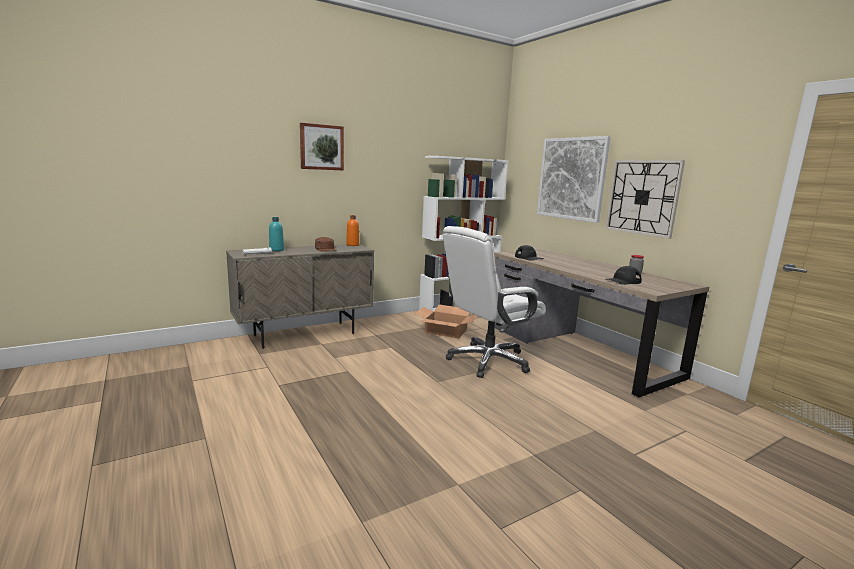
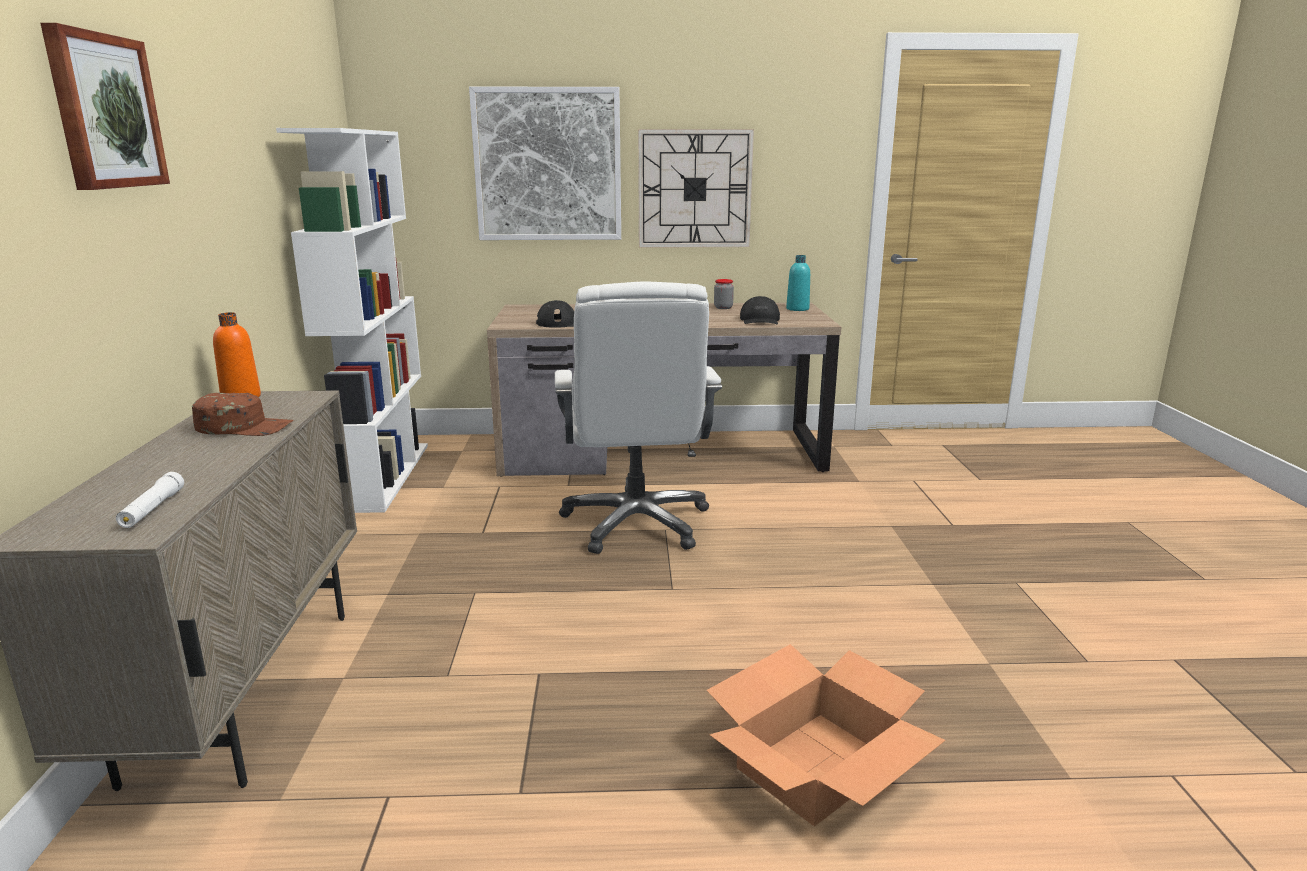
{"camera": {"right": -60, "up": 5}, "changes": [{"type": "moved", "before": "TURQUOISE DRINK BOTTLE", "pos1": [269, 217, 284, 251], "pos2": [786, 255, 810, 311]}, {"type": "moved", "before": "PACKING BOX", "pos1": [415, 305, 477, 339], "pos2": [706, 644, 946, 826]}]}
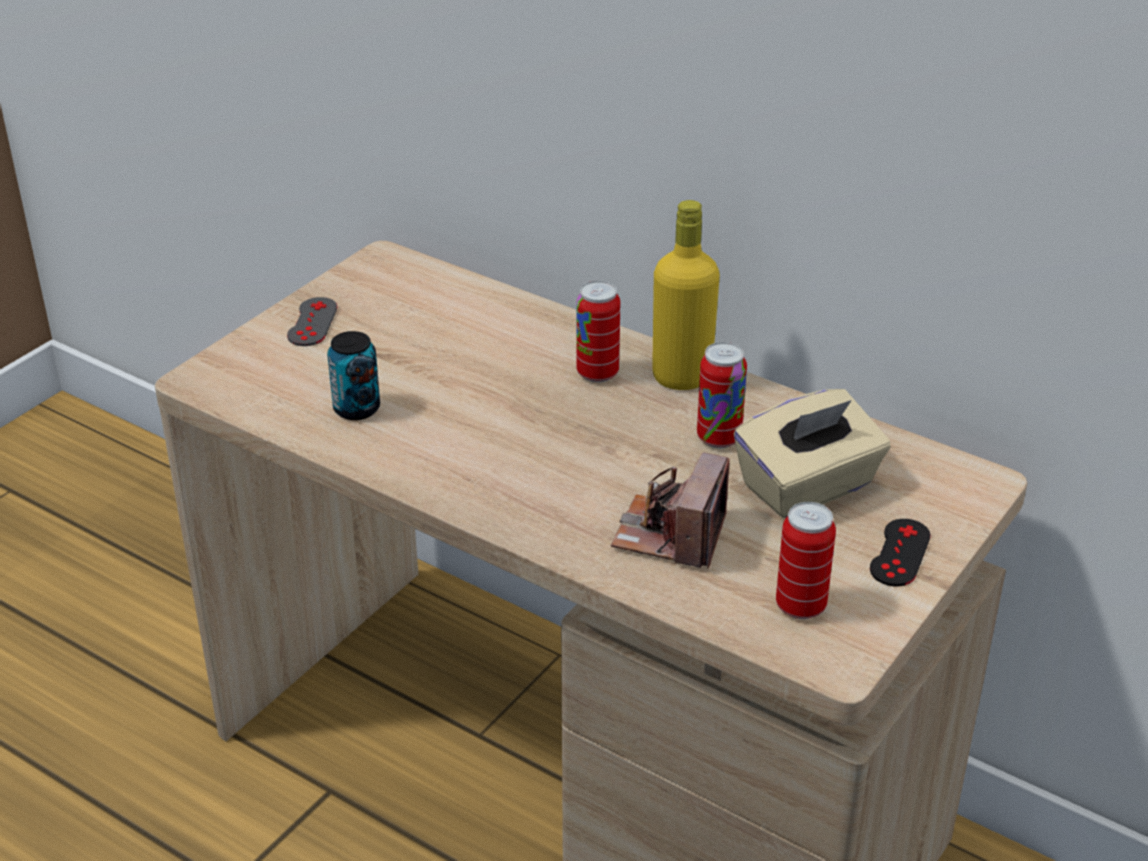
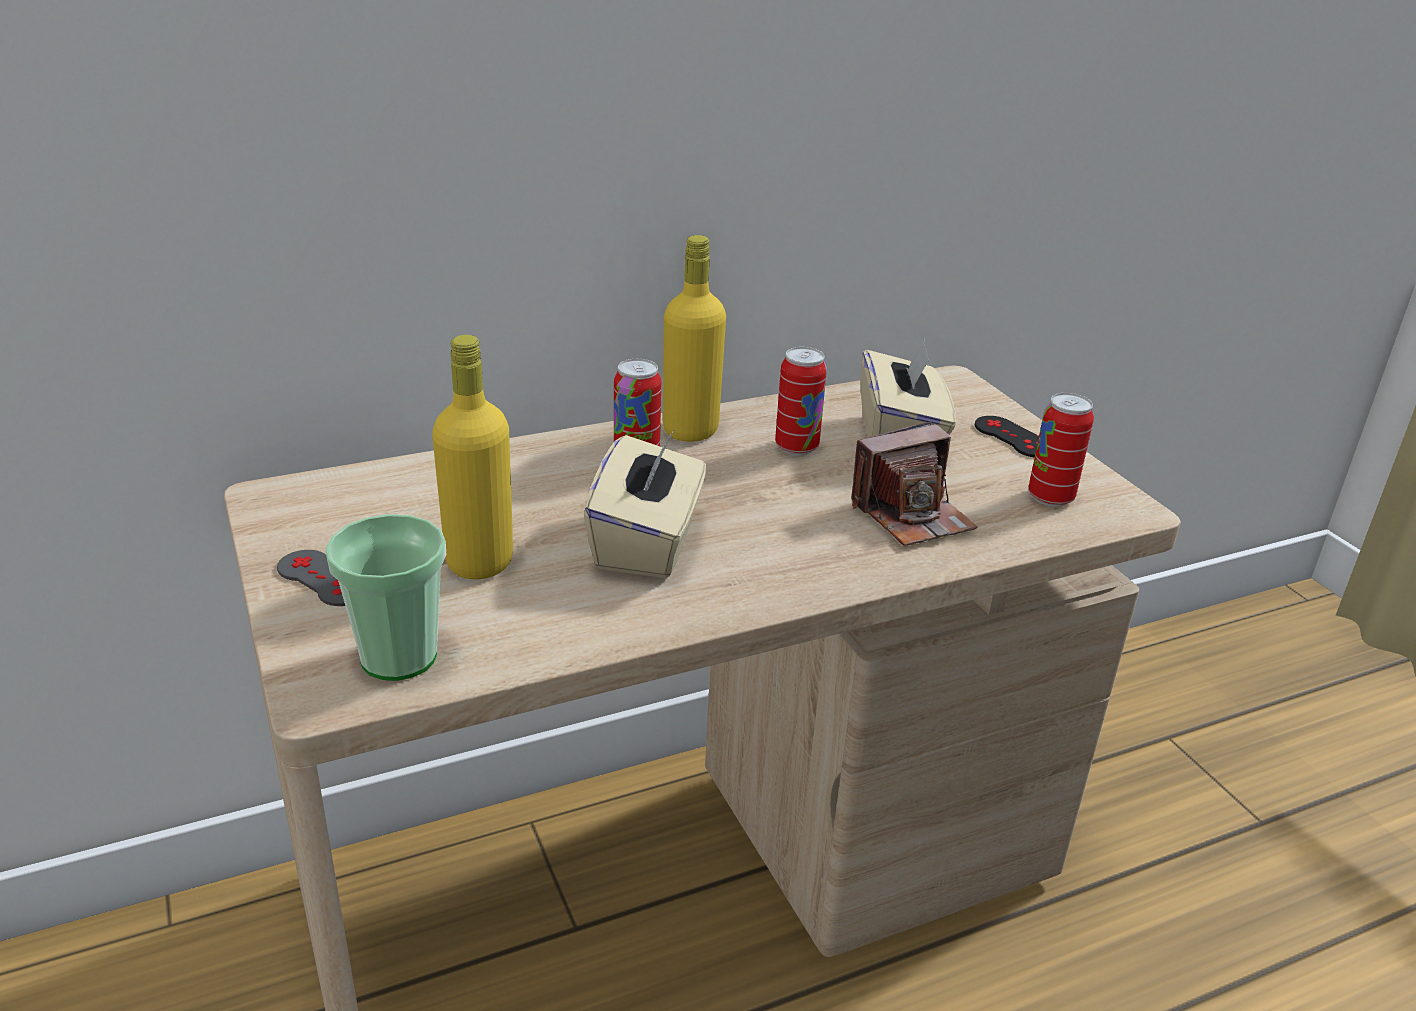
{"camera": {"right": -60, "up": -5}, "changes": [{"type": "removed", "before": "SEALED CAN", "pos1": [327, 331, 380, 420]}, {"type": "turned", "before": "STILL CAMERA", "pos1": [611, 452, 730, 569], "pos2": [851, 422, 978, 546], "turn": -75}, {"type": "added", "after": "YELLOWISH DRINK BOTTLE", "pos2": [432, 335, 513, 579]}, {"type": "added", "after": "BEIGE TISSUE HOLDER", "pos2": [584, 429, 706, 578]}, {"type": "added", "after": "SMALL CUP", "pos2": [325, 514, 446, 681]}]}
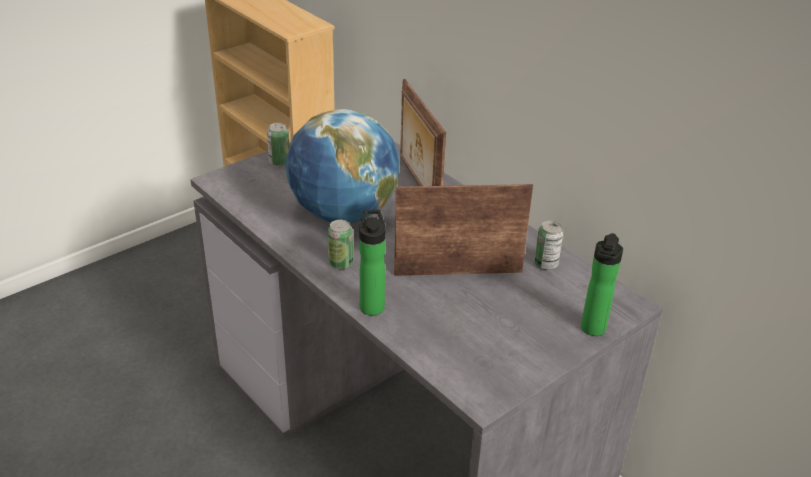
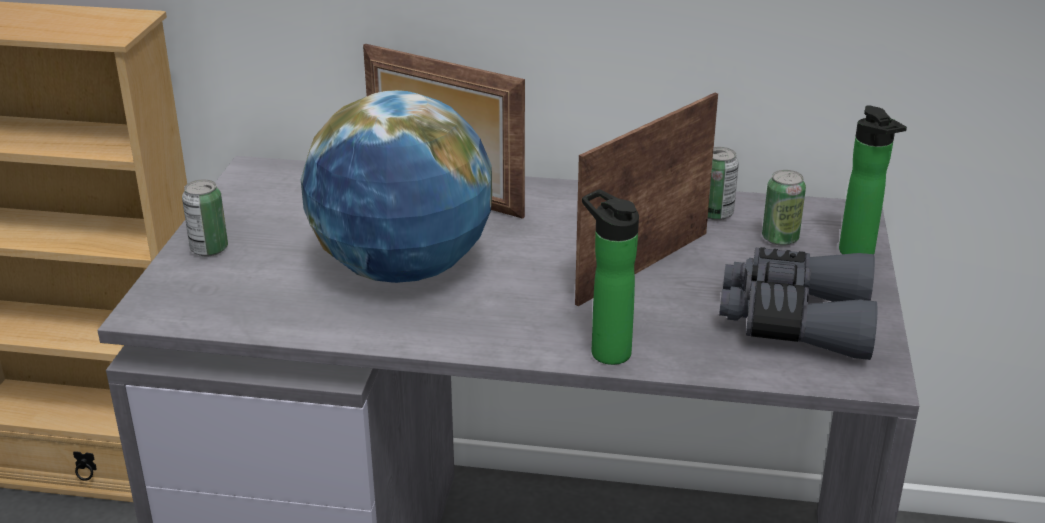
{"camera": {"right": -40, "up": -5}, "changes": [{"type": "moved", "before": "SEALED CAN", "pos1": [327, 220, 353, 269], "pos2": [762, 170, 806, 246]}, {"type": "added", "after": "GREY BINOCULARS", "pos2": [719, 247, 878, 360]}]}
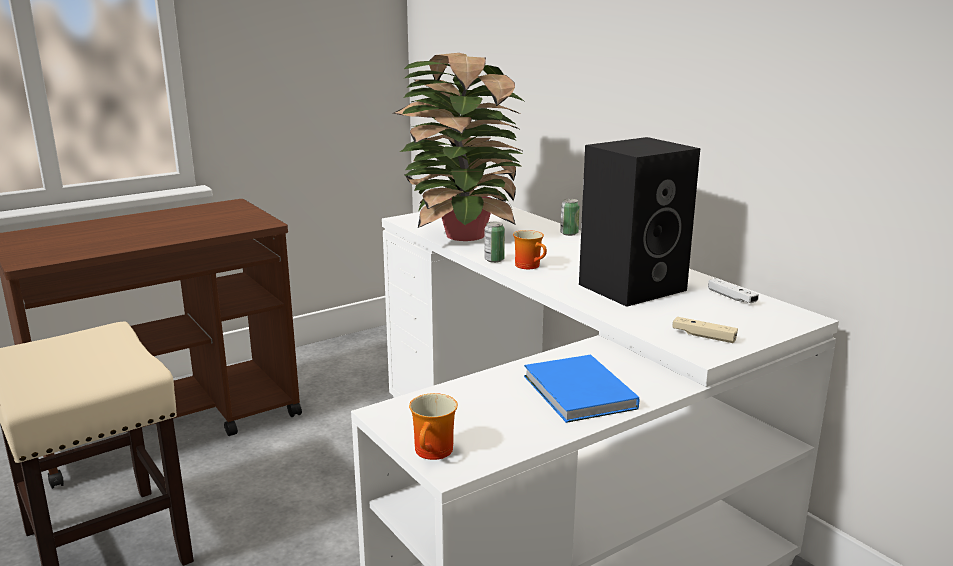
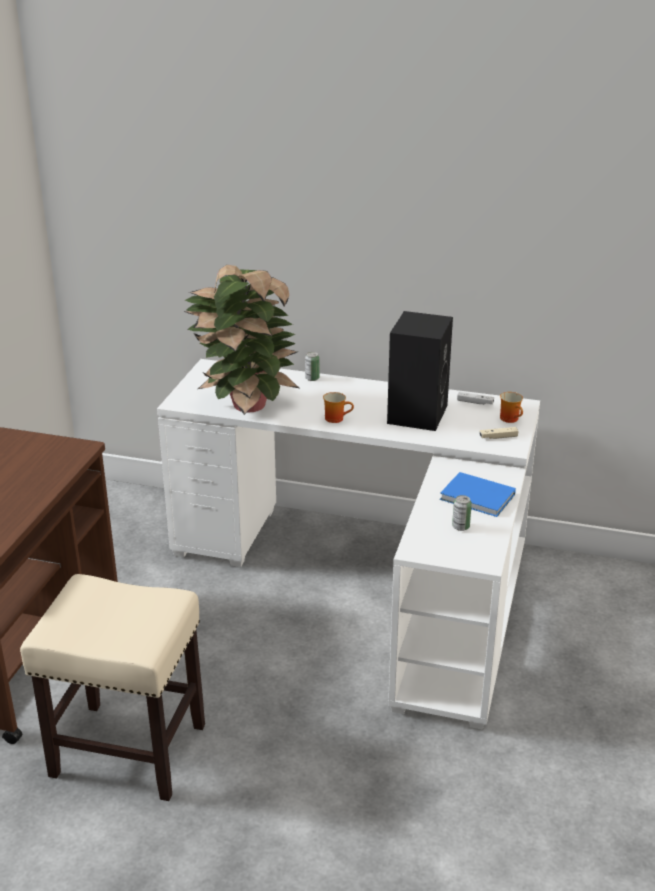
{"camera": {"right": -40, "up": 10}, "changes": [{"type": "moved", "before": "SEALED CAN", "pos1": [484, 222, 505, 263], "pos2": [452, 495, 472, 531]}, {"type": "moved", "before": "TEA MUG", "pos1": [409, 393, 458, 460], "pos2": [500, 392, 523, 423]}]}
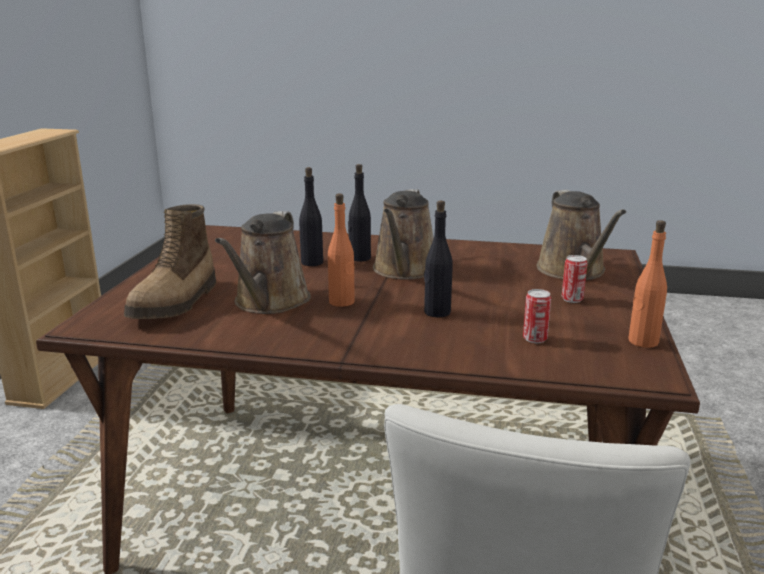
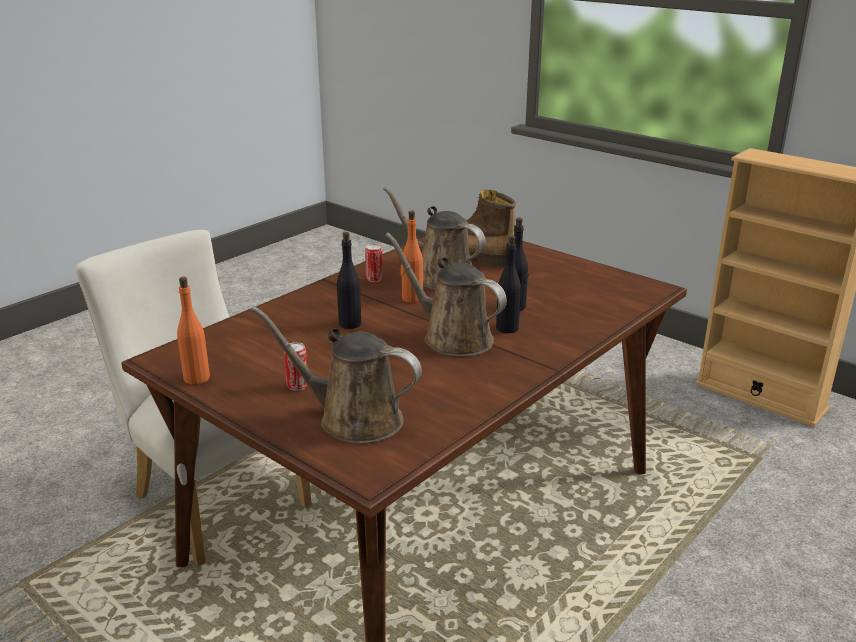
{"camera": {"right": 120, "up": 5}, "changes": [{"type": "moved", "before": "SEALED CAN", "pos1": [523, 289, 551, 343], "pos2": [365, 244, 383, 282]}]}
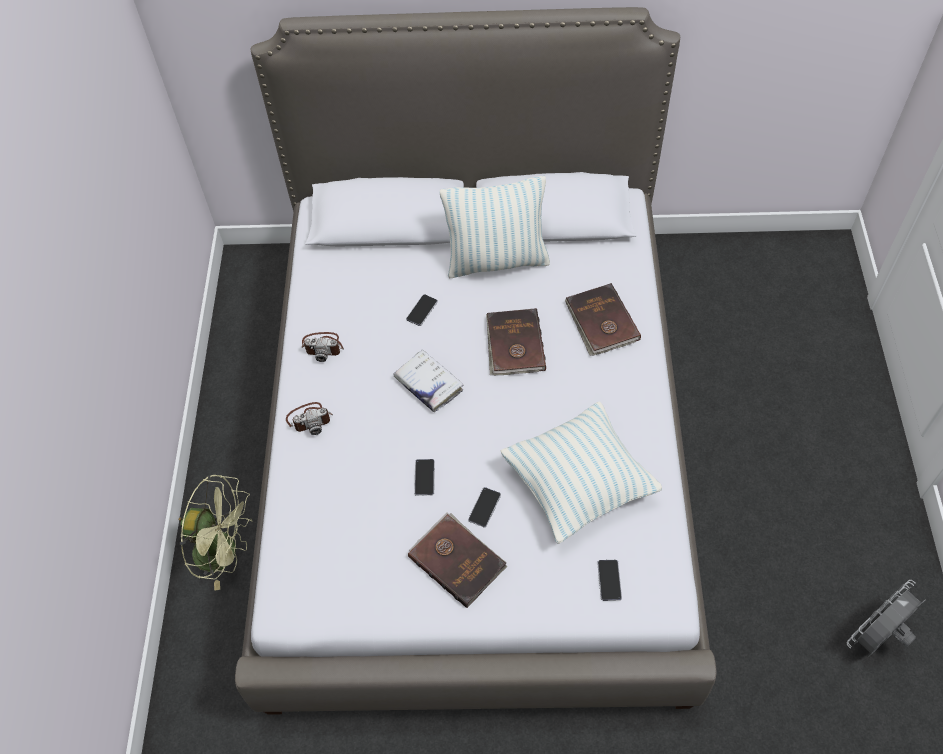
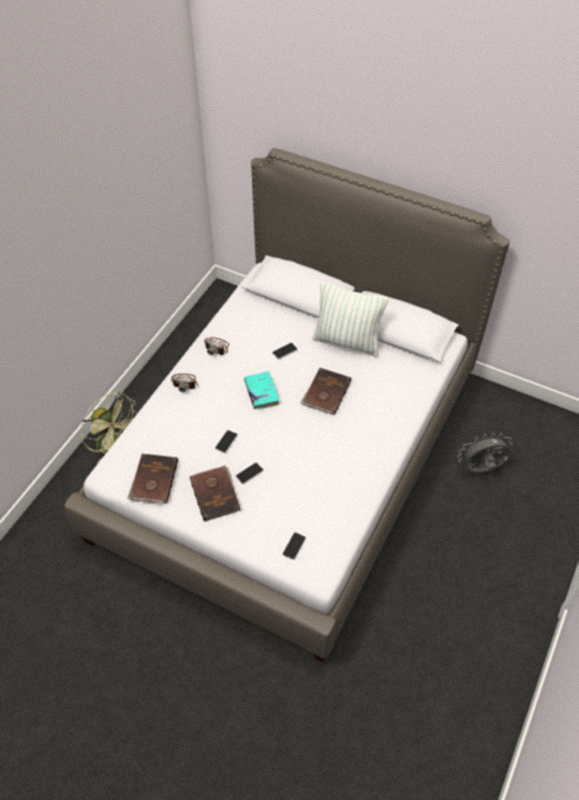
{"camera": {"right": 25, "up": -5}, "changes": [{"type": "moved", "before": "BROWNISH BOOK", "pos1": [565, 283, 641, 356], "pos2": [127, 454, 178, 504]}, {"type": "recoloured", "before": "WHITISH BOOK", "after": "TURQUOISE BOOK", "pos1": [394, 350, 463, 412], "pos2": [244, 371, 279, 409]}, {"type": "removed", "before": "PILLOW", "pos1": [500, 401, 662, 544]}, {"type": "moved", "before": "GREY FAN", "pos1": [847, 580, 925, 657], "pos2": [458, 432, 512, 473]}]}
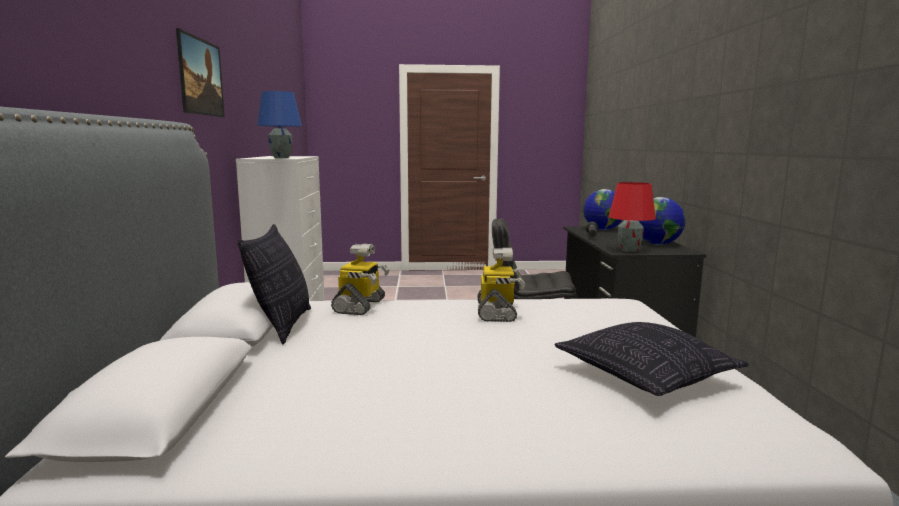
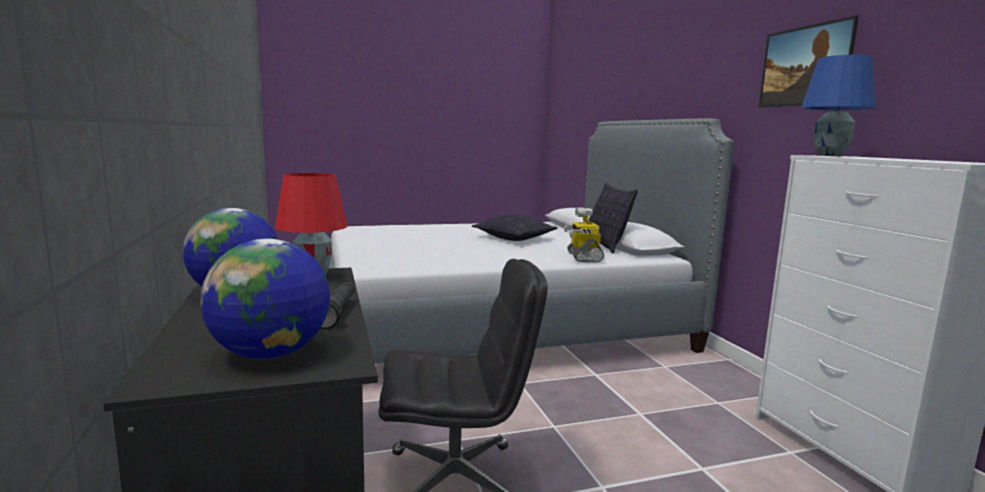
{"camera": {"right": 165, "up": 0}, "changes": [{"type": "removed", "before": "TOY ROBOT", "pos1": [478, 248, 525, 322]}, {"type": "moved", "before": "PILLOW", "pos1": [554, 322, 749, 396], "pos2": [472, 215, 558, 241]}]}
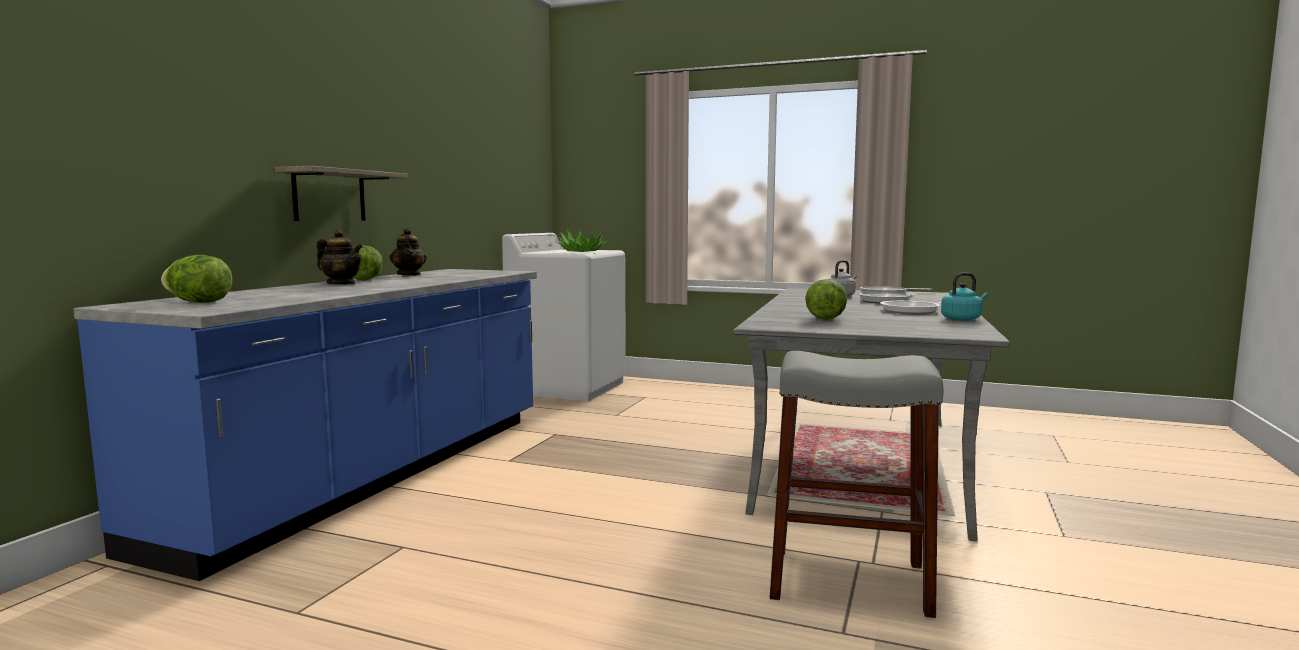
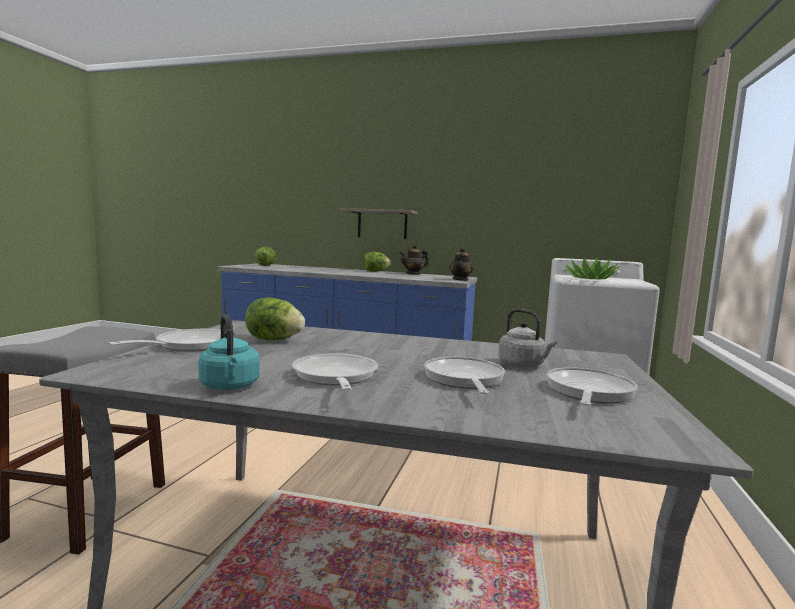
{"camera": {"right": 85, "up": 0}, "changes": [{"type": "moved", "before": "TEAPOT", "pos1": [317, 230, 363, 284], "pos2": [449, 247, 474, 281]}, {"type": "added", "after": "FRYING PAN", "pos2": [108, 329, 221, 351]}]}
